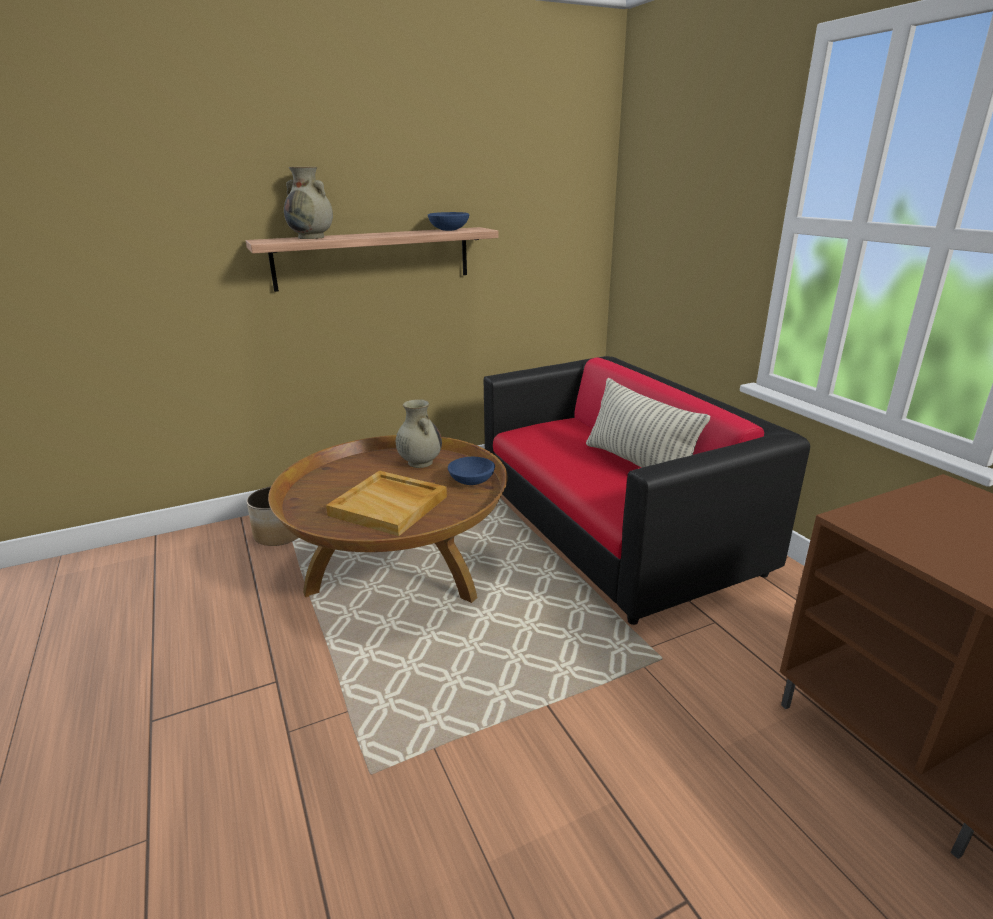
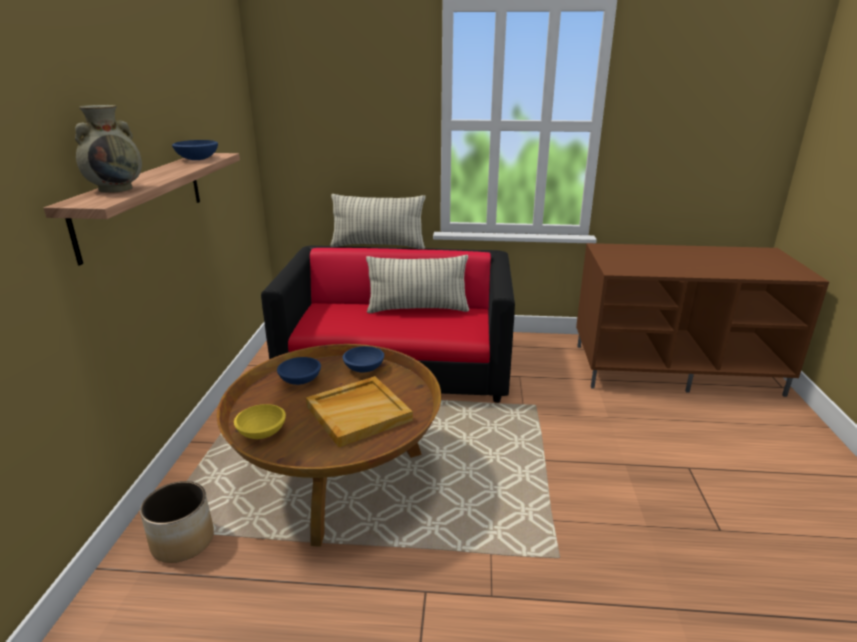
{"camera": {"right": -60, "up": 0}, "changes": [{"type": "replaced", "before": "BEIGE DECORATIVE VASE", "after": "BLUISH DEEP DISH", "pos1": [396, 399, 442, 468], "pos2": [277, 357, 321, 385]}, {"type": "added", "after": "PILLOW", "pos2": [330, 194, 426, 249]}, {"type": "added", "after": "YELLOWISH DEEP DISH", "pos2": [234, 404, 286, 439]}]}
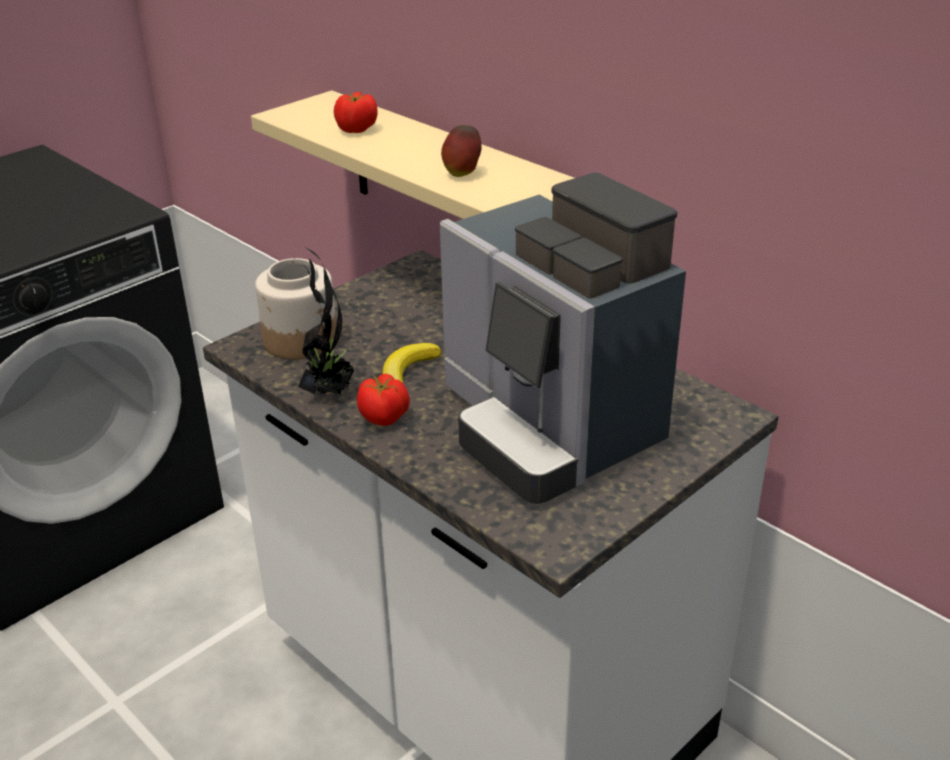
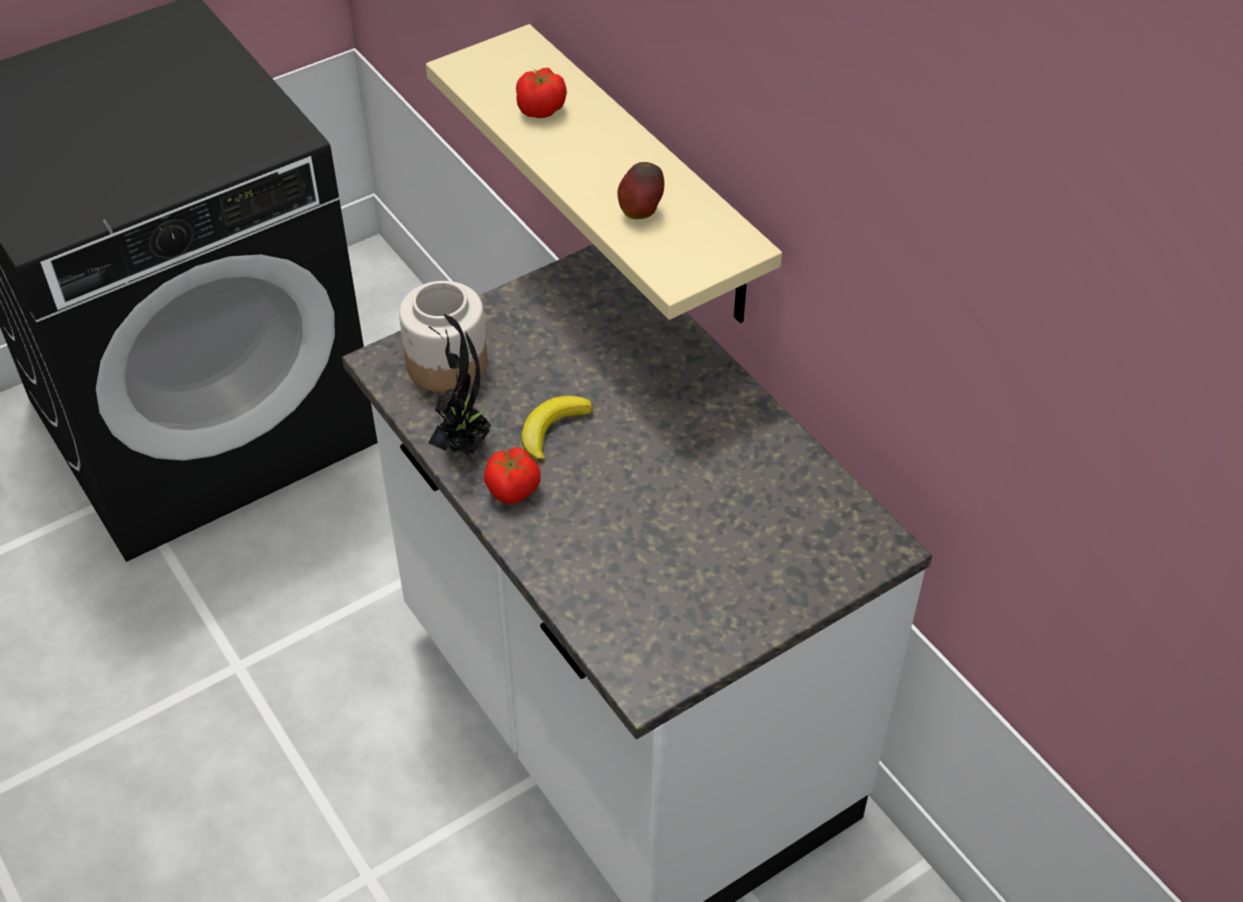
{"camera": {"right": 10, "up": 15}, "changes": [{"type": "removed", "before": "COFFEE BREWER", "pos1": [440, 172, 686, 504]}]}
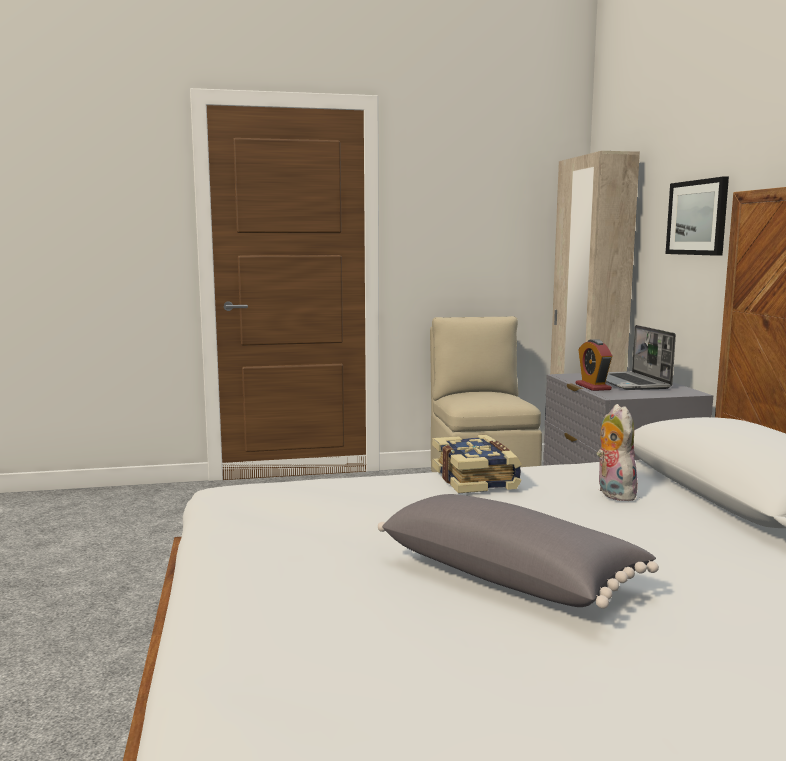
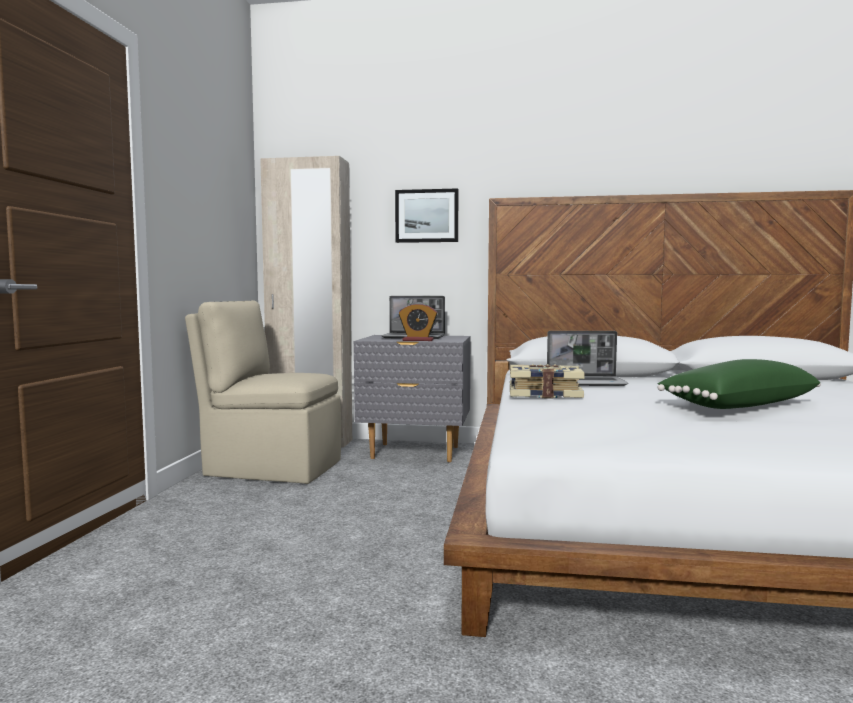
{"camera": {"right": -70, "up": -5}, "changes": [{"type": "replaced", "before": "PLUSH TOY", "after": "LAPTOP", "pos1": [596, 404, 639, 501], "pos2": [547, 331, 628, 386]}, {"type": "recoloured", "before": "GREY PILLOW", "after": "GREEN-COLOURED PILLOW", "pos1": [378, 494, 659, 609], "pos2": [658, 359, 821, 409]}]}
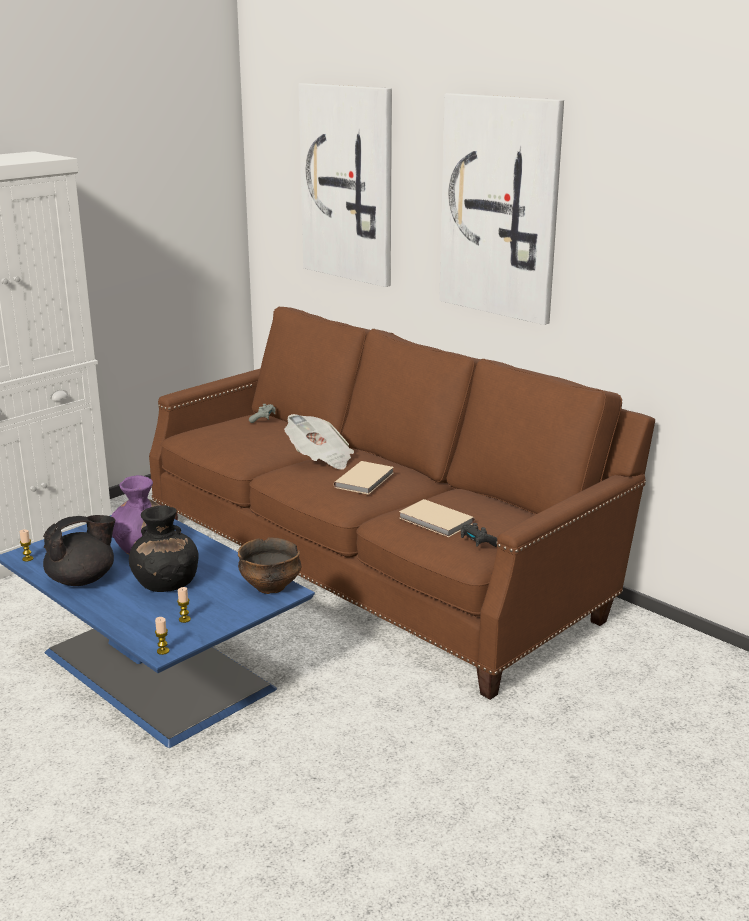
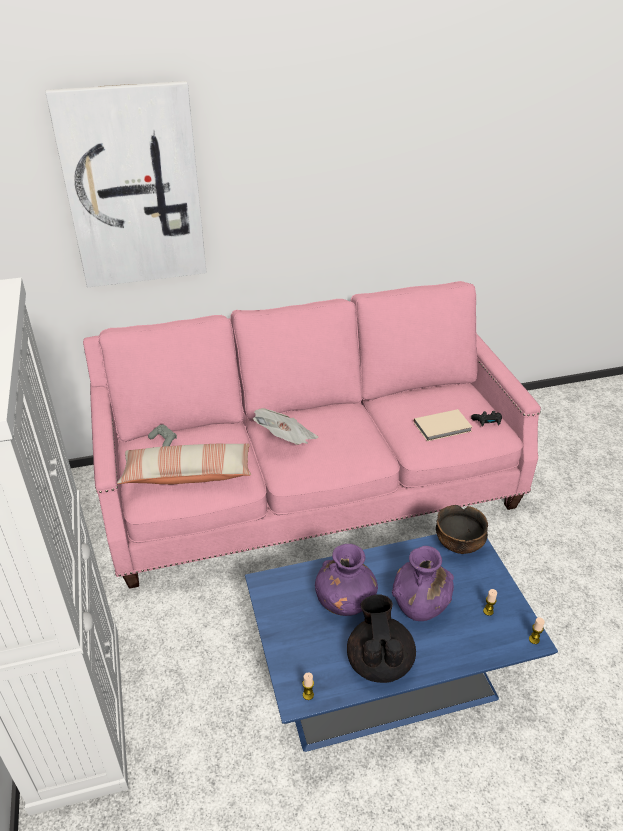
{"camera": {"right": -60, "up": 15}, "changes": [{"type": "removed", "before": "WALL PICTURE", "pos1": [439, 93, 564, 325]}, {"type": "recoloured", "before": "BROWNISH SETTEE", "after": "PINK-COLOURED SETTEE", "pos1": [149, 307, 655, 700], "pos2": [83, 281, 541, 589]}, {"type": "removed", "before": "BEIGE BOOK", "pos1": [334, 461, 394, 495]}, {"type": "recoloured", "before": "BLACK DECORATIVE VASE", "after": "PURPLE-COLOURED DECORATIVE VASE", "pos1": [129, 505, 199, 592], "pos2": [392, 546, 454, 621]}, {"type": "added", "after": "PILLOW", "pos2": [117, 444, 251, 484]}]}
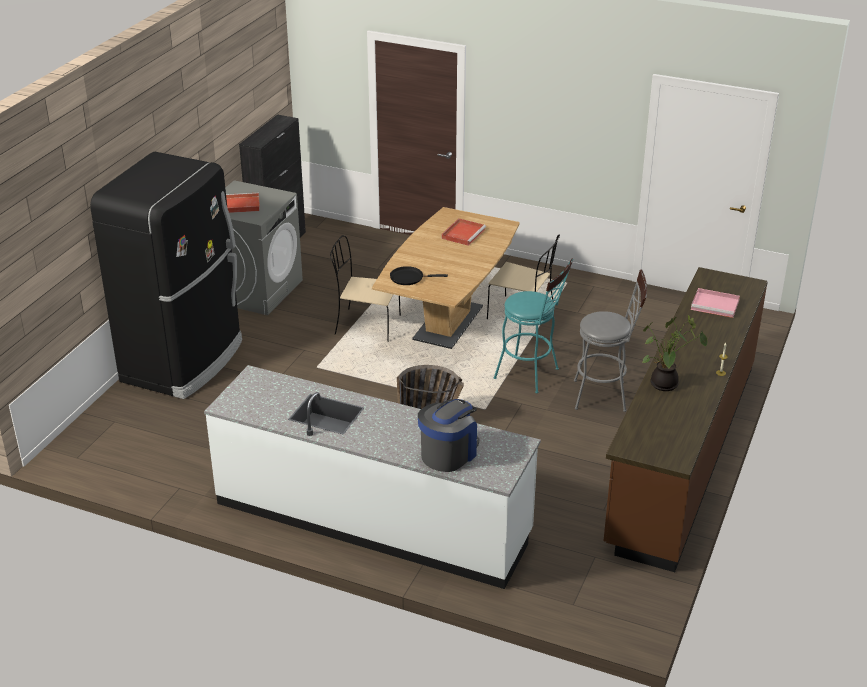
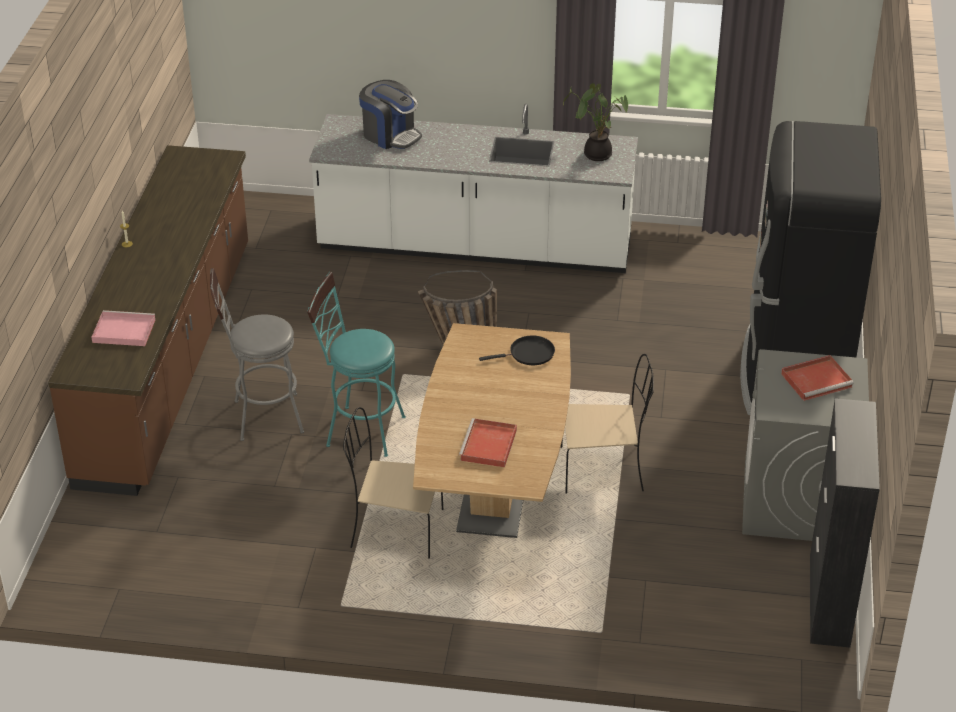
{"camera": {"right": 165, "up": 5}, "changes": [{"type": "moved", "before": "POTTED PLANT", "pos1": [642, 315, 707, 391], "pos2": [563, 83, 628, 161]}, {"type": "turned", "before": "COFFEE BREWER", "pos1": [418, 399, 479, 472], "pos2": [359, 80, 422, 149], "turn": -75}]}
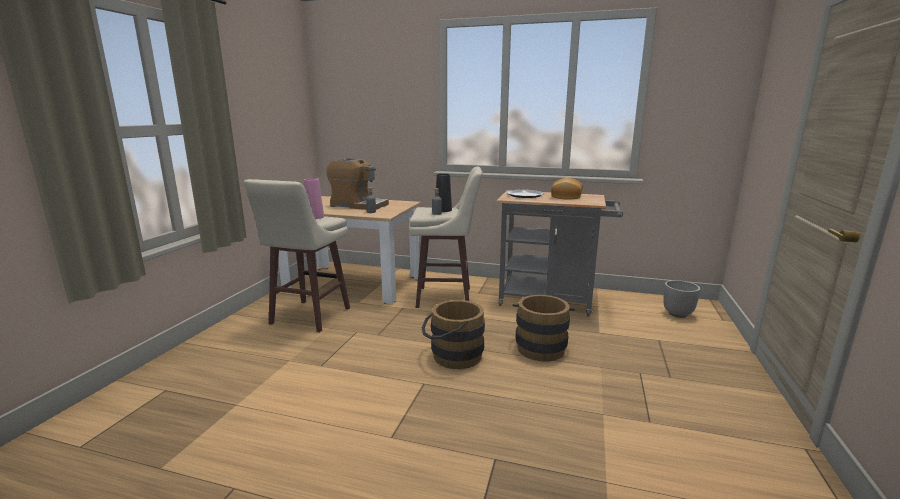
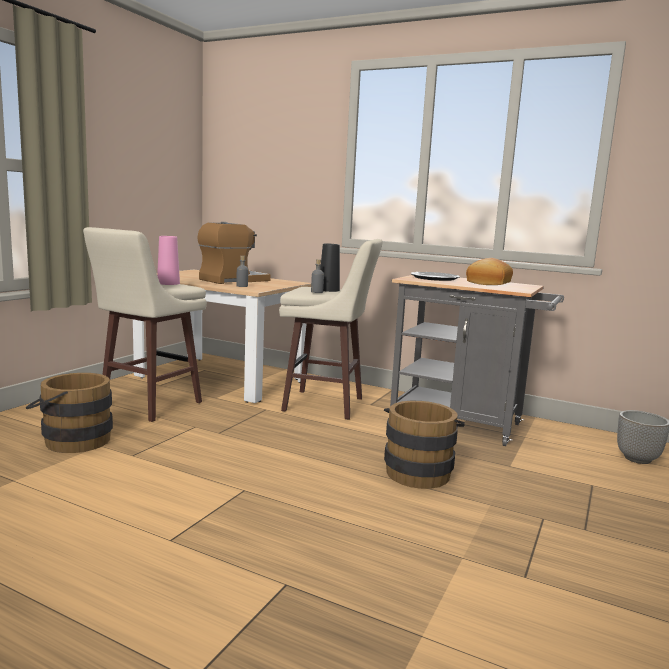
{"camera": {"right": 10, "up": -5}, "changes": [{"type": "turned", "before": "COFFEE BREWER", "pos1": [326, 158, 389, 210], "pos2": [197, 222, 271, 284], "turn": -75}, {"type": "moved", "before": "BROWNISH BUCKET", "pos1": [422, 300, 485, 369], "pos2": [26, 373, 113, 453]}]}
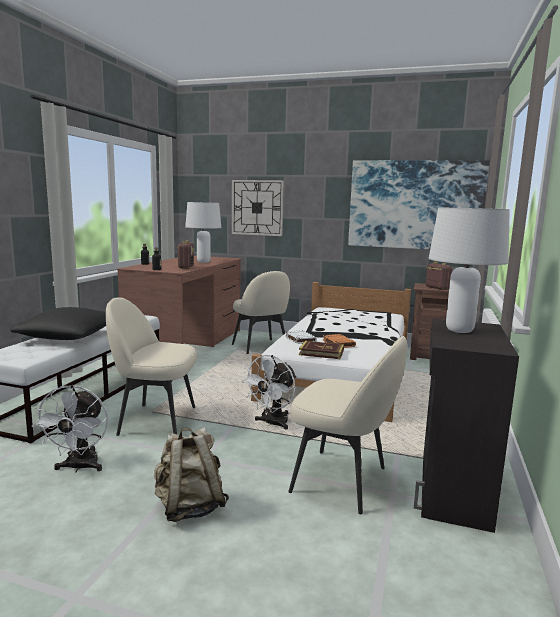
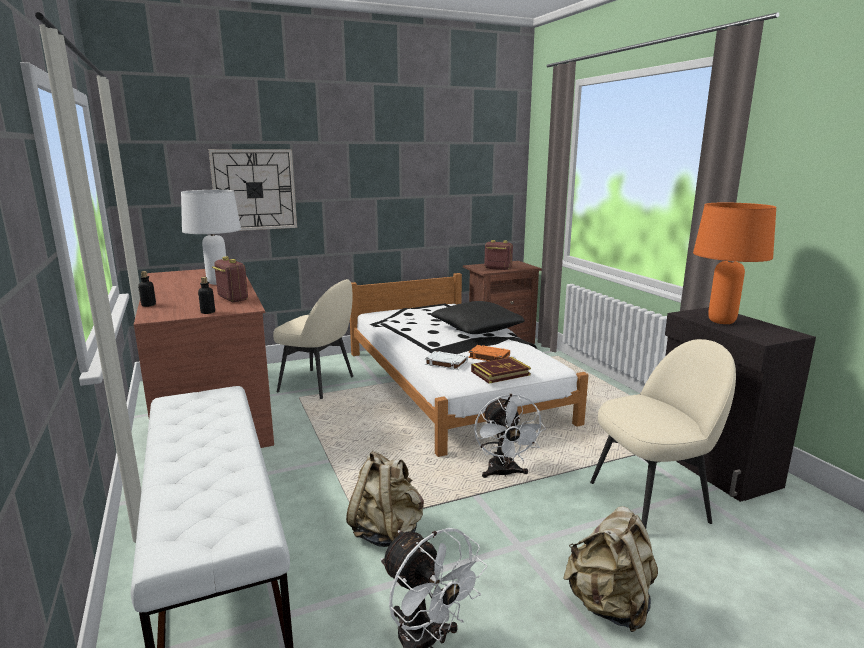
{"camera": {"right": -40, "up": 5}, "changes": [{"type": "removed", "before": "WALL PICTURE", "pos1": [348, 160, 490, 249]}, {"type": "recoloured", "before": "WHITISH TABLETOP LAMP", "after": "ORANGE-COLOURED TABLETOP LAMP", "pos1": [429, 208, 510, 333], "pos2": [693, 203, 776, 324]}, {"type": "replaced", "before": "BEIGE PLAIN CHAIR", "after": "BEIGE KNAPSACK", "pos1": [106, 297, 197, 436], "pos2": [346, 451, 424, 547]}, {"type": "moved", "before": "BLACK PILLOW", "pos1": [10, 307, 106, 340], "pos2": [431, 301, 525, 334]}]}
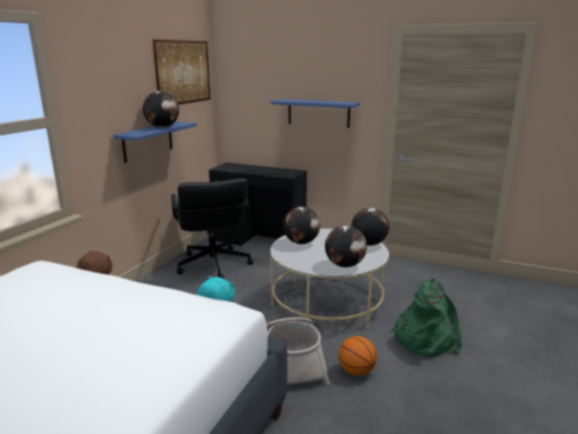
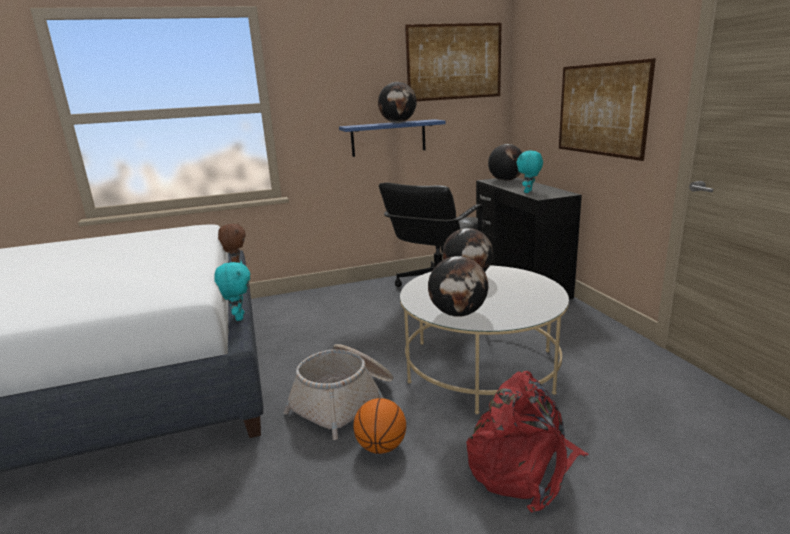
{"camera": {"right": 50, "up": 0}, "changes": [{"type": "replaced", "before": "BLUISH SHELF", "after": "WALL PICTURE", "pos1": [270, 99, 360, 128], "pos2": [559, 58, 656, 161]}, {"type": "moved", "before": "GLOBE", "pos1": [351, 208, 389, 246], "pos2": [488, 144, 522, 181]}, {"type": "recoloured", "before": "GREEN-COLOURED KNAPSACK", "after": "REDDISH KNAPSACK", "pos1": [390, 278, 462, 357], "pos2": [466, 371, 588, 513]}, {"type": "added", "after": "TURQUOISE PLUSH TOY", "pos2": [517, 151, 543, 193]}]}
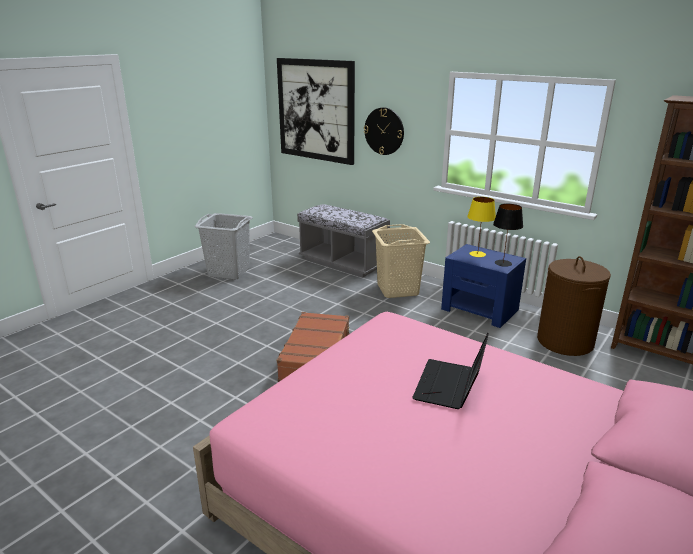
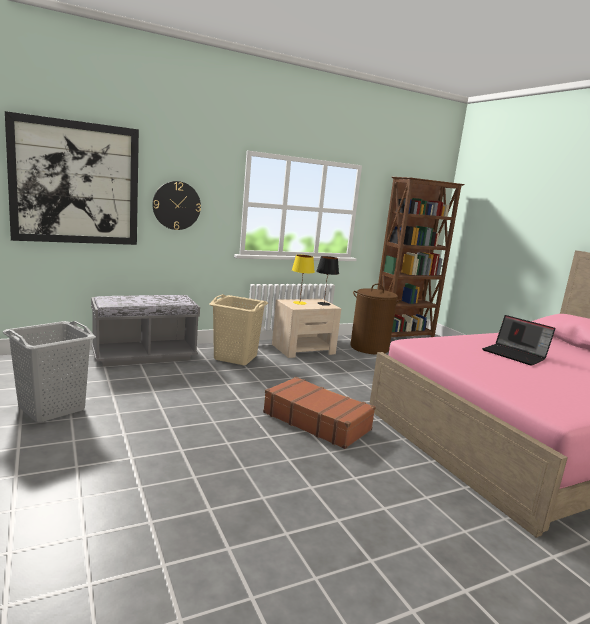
{"camera": {"right": -65, "up": -10}, "changes": [{"type": "recoloured", "before": "BLUISH NIGHT TABLE", "after": "BEIGE NIGHT TABLE", "pos1": [441, 244, 526, 328], "pos2": [272, 299, 341, 358]}]}
